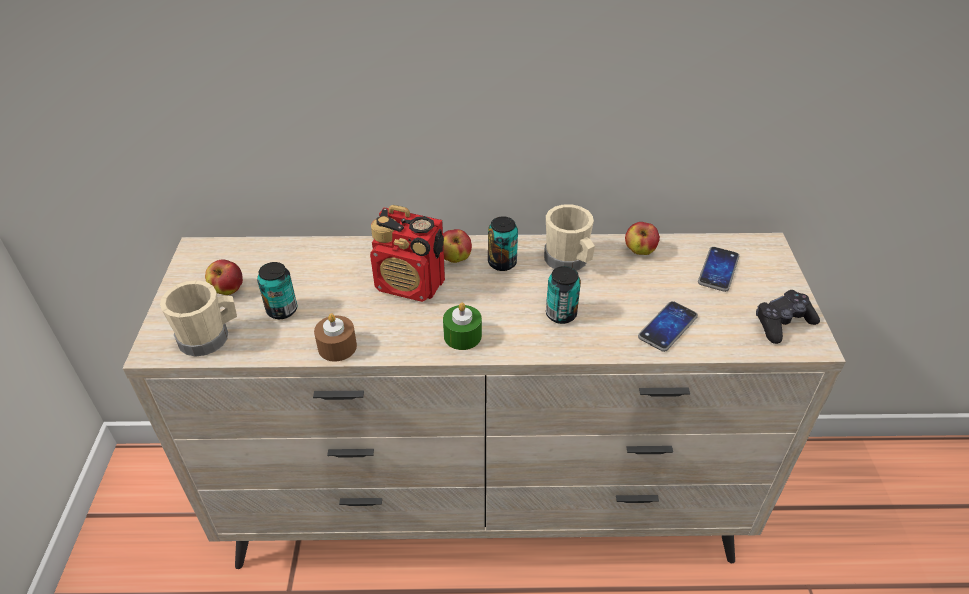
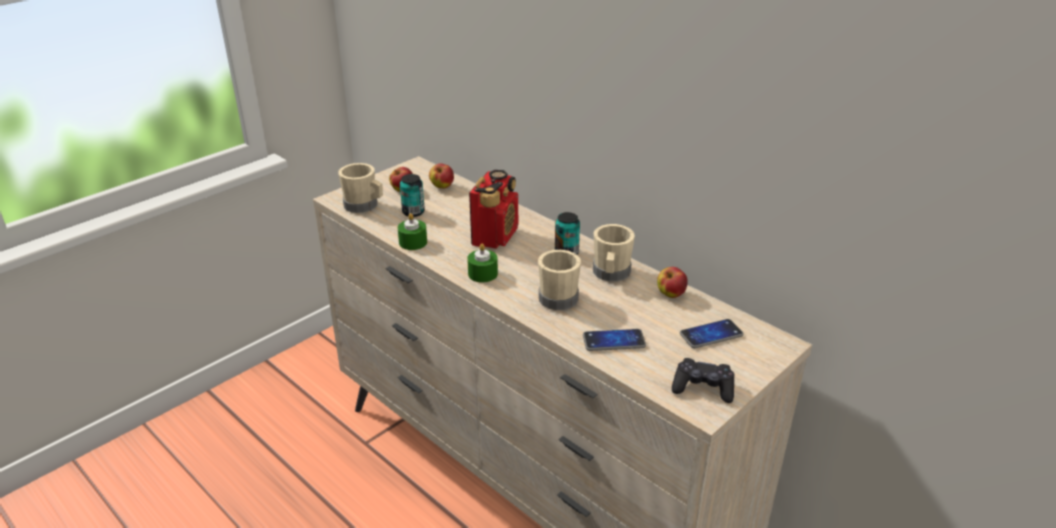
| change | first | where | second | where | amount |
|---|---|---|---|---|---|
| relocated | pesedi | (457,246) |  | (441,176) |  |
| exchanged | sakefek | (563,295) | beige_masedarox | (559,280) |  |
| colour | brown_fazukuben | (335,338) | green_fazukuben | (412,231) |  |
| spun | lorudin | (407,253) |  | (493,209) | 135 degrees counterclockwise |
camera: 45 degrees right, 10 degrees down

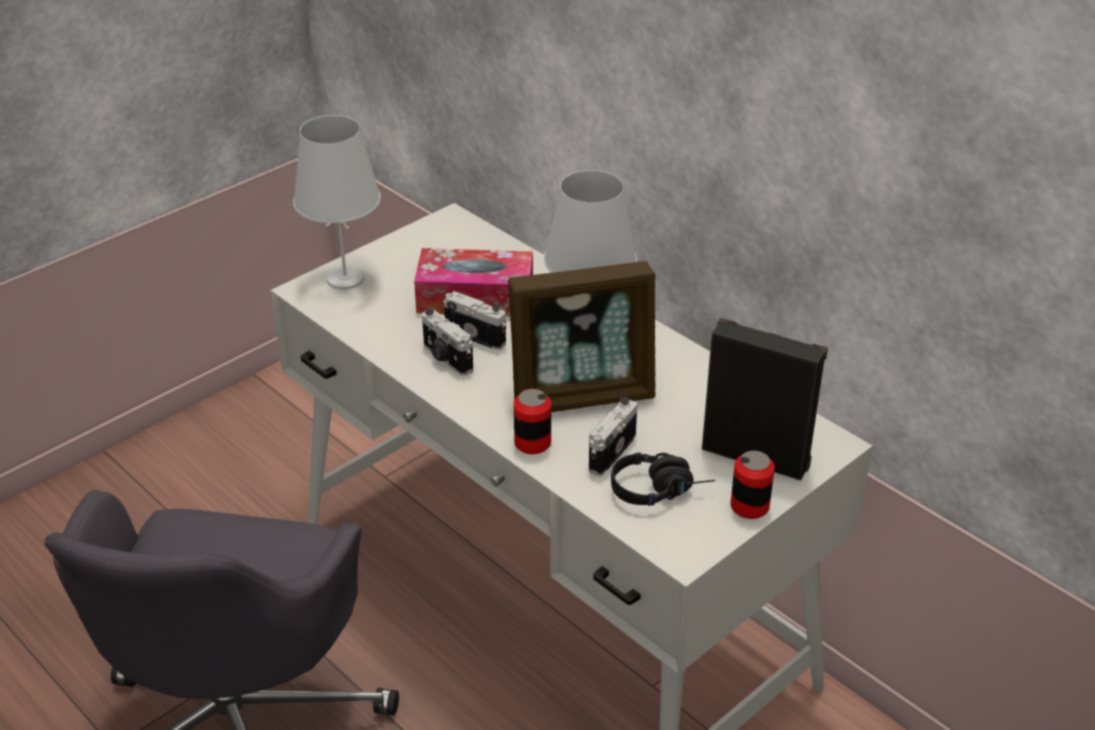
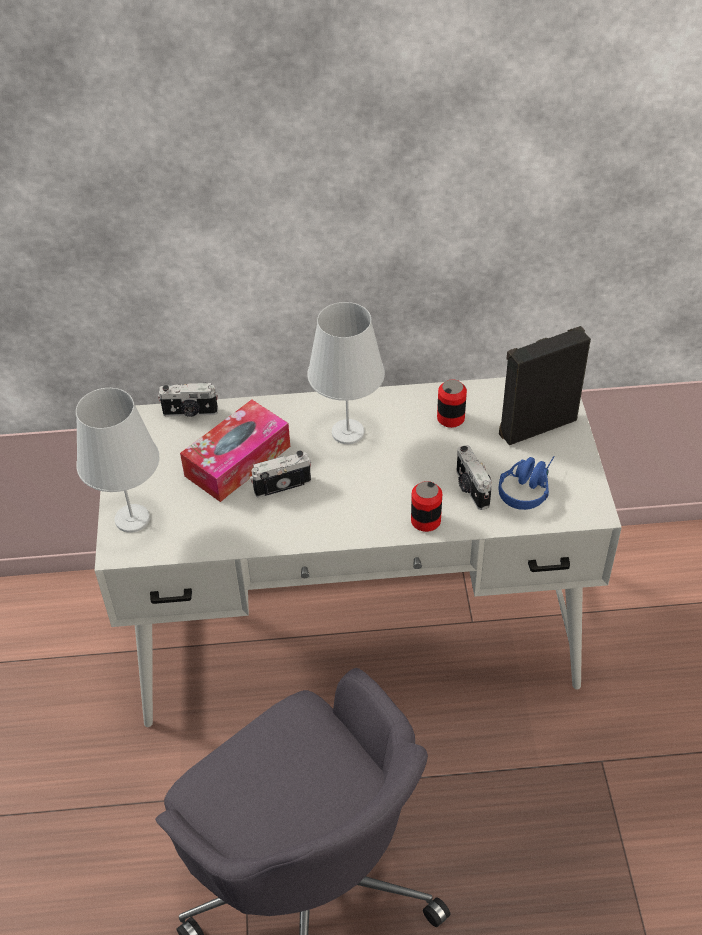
| change | first | where | second | where | amount |
|---|---|---|---|---|---|
| missing | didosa | (582,336) |  |  |  |
| relocated | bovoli | (447,342) |  | (188,400) |  |
| relocated | sakefek | (753,485) |  | (452,403) |  |
| colour | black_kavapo | (663,479) | blue_kavapo | (526,483) |  |
camera: 50 degrees left, 10 degrees up

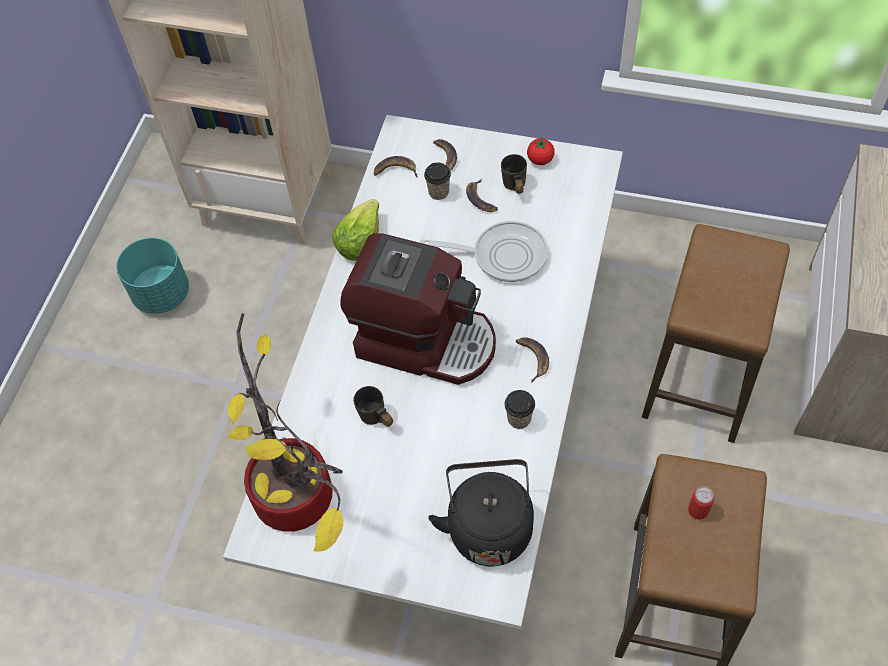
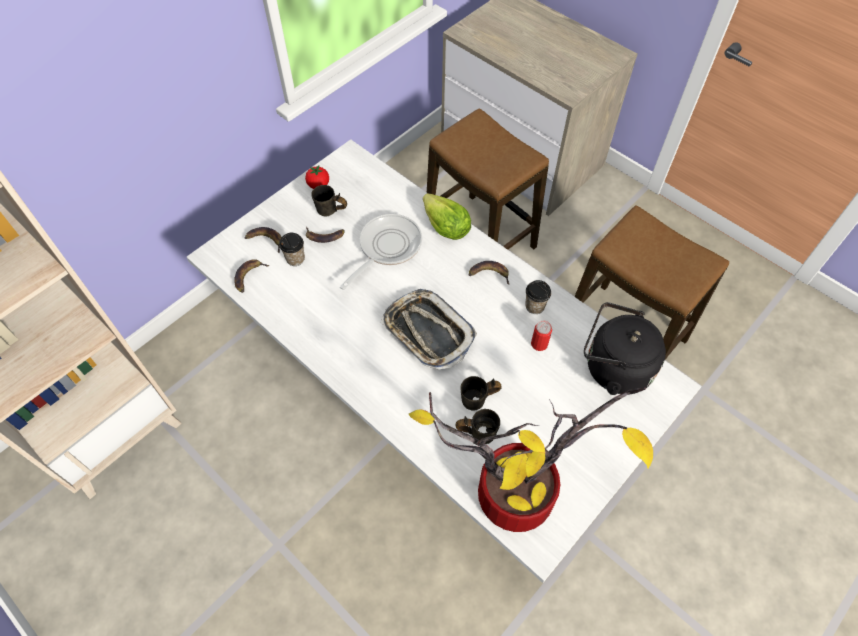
| change | first | where | second | where | amount |
|---|---|---|---|---|---|
| missing | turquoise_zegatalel | (152,276) |  |  |  |
| appeared |  |  | grey_masedarox | (477,426) |  |
| relocated | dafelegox | (355,230) |  | (447,216) |  |
| relocated | sakefek | (701,503) |  | (541,336) |  |
| exchanged | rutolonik | (418,309) | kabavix | (429,329) |  |
camera: 65 degrees left, 0 degrees up

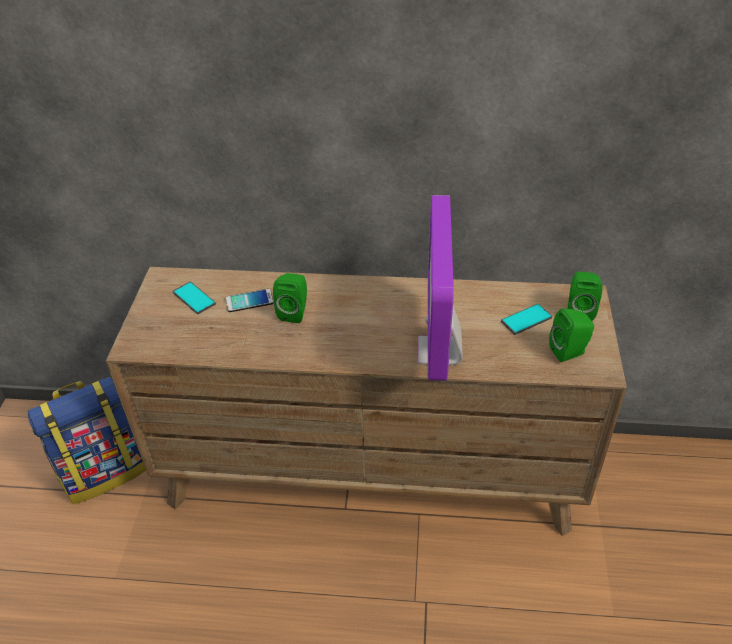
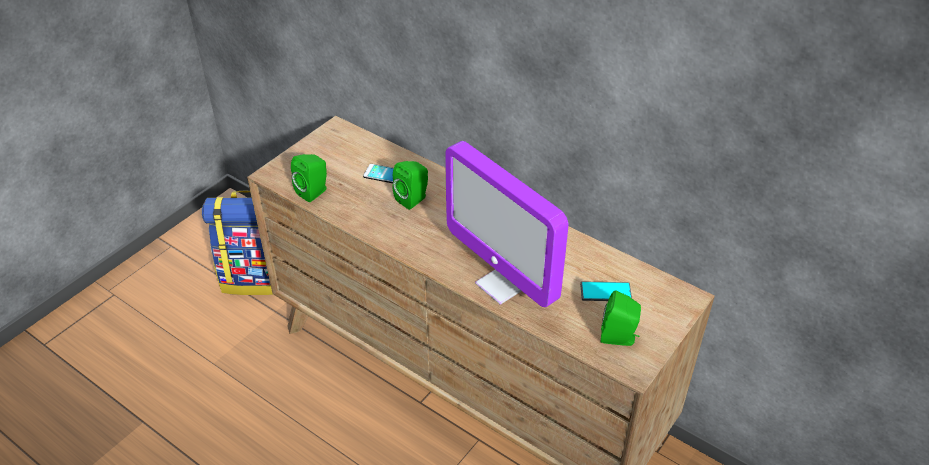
| change | first | where | second | where | amount |
|---|---|---|---|---|---|
| missing | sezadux | (194,298) |  |  |  |
| relocated | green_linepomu | (585,296) |  | (309,178) |  |
| spun | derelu | (440,288) |  | (506,224) | 75 degrees counterclockwise |
camera: 30 degrees right, 0 degrees up

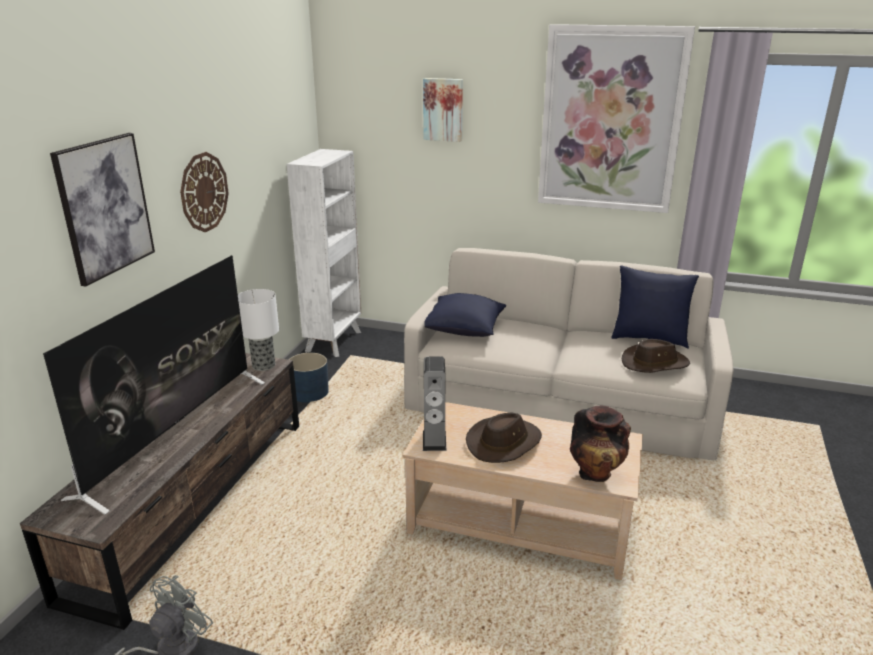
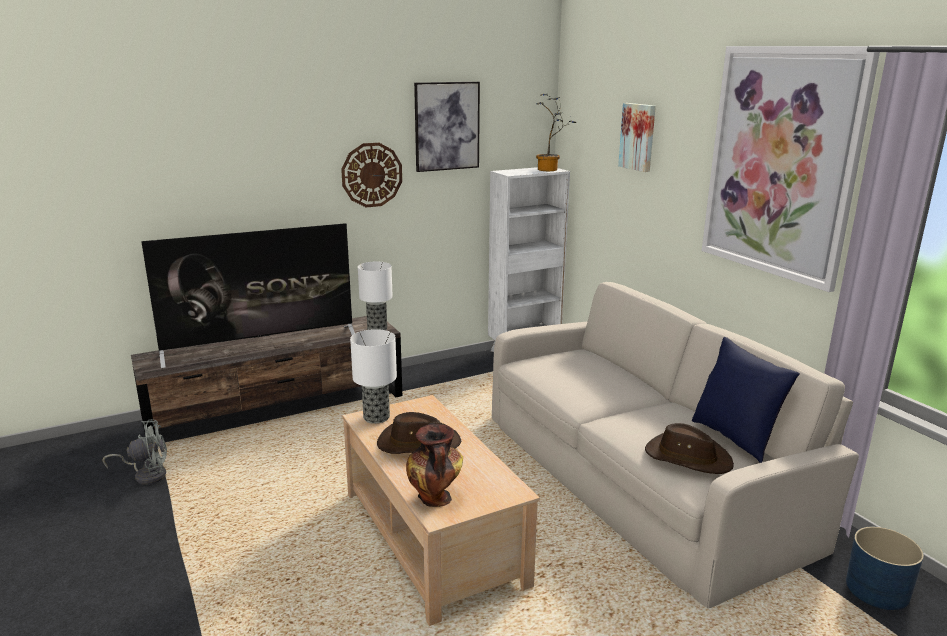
| change | first | where | second | where | amount |
|---|---|---|---|---|---|
| missing | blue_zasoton | (465,315) |  |  |  |
| appeared |  |  | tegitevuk | (556,132) |  |
| relocated | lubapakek | (102,209) |  | (447,127) |  |
| relocated | blue_zegatalel | (309,378) |  | (885,568) |  |
| exchanged | linepomu | (435,404) | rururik | (373,376) |  |
camera: 45 degrees right, 5 degrees down

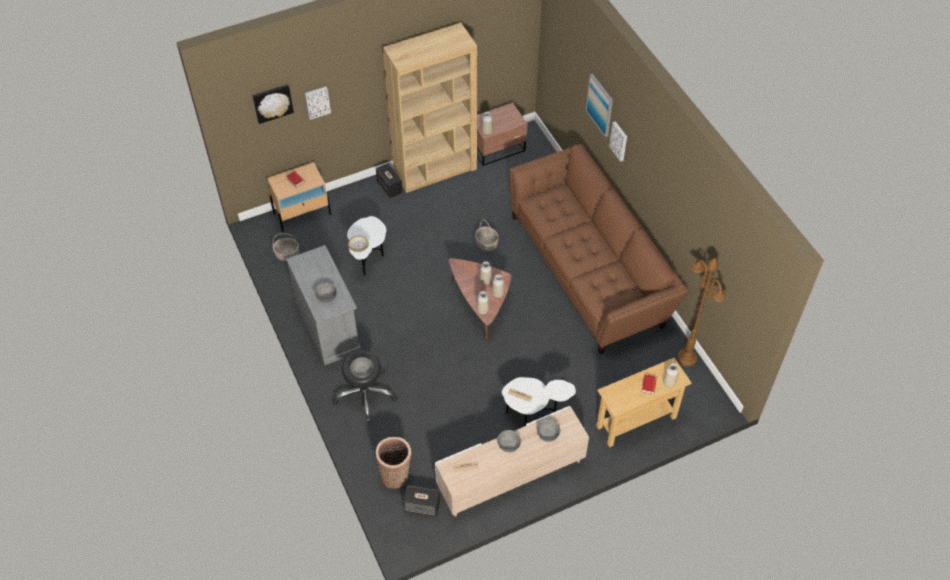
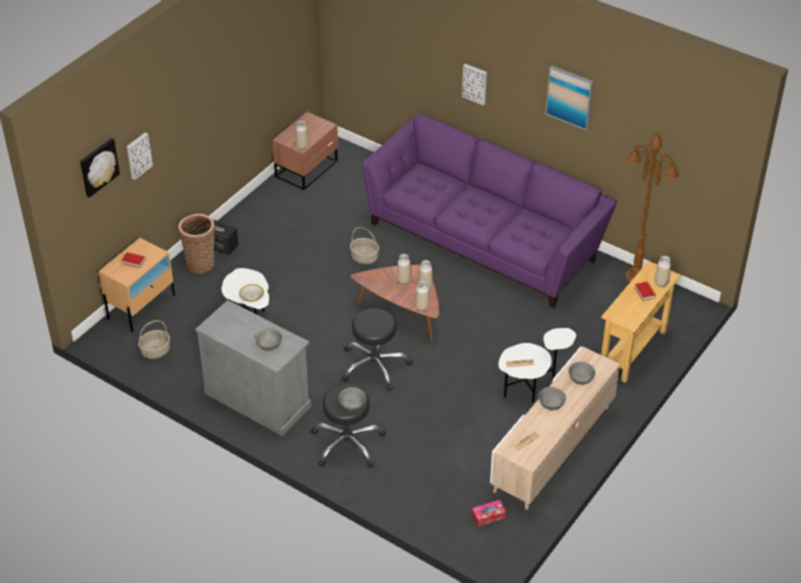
| change | first | where | second | where | amount |
|---|---|---|---|---|---|
| missing | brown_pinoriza | (430,108) |  |  |  |
| appeared |  |  | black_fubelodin | (377,350) |  |
| relocated | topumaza | (393,463) |  | (196,243) |  |
| relocated | lubapakek | (599,105) |  | (569,98) |  |
| exchanged | linepomu | (421,501) | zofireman | (489,513) |  |
| colour | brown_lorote | (598,249) | purple_lorote | (489,211) |  |
camera: 30 degrees left, 10 degrees down

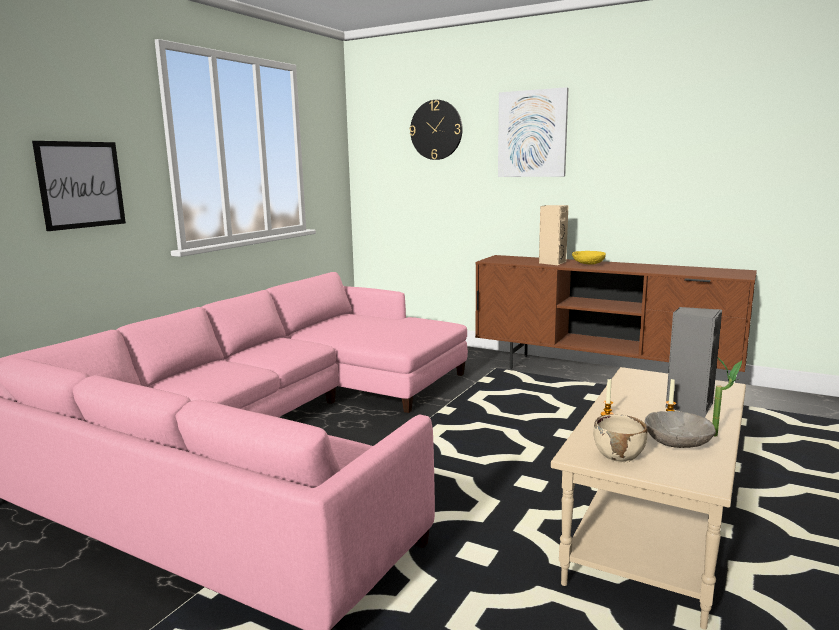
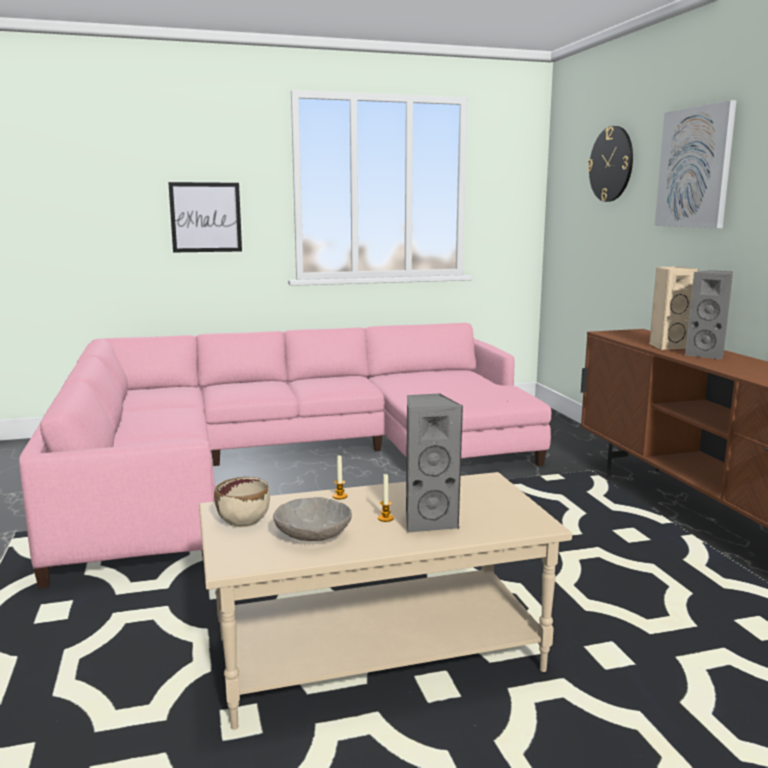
| change | first | where | second | where | amount |
|---|---|---|---|---|---|
| missing | tegitevuk | (727,397) |  |  |  |
| exchanged | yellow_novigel | (589,258) | grey_linepomu | (709,315) |  |
camera: 45 degrees right, 0 degrees up

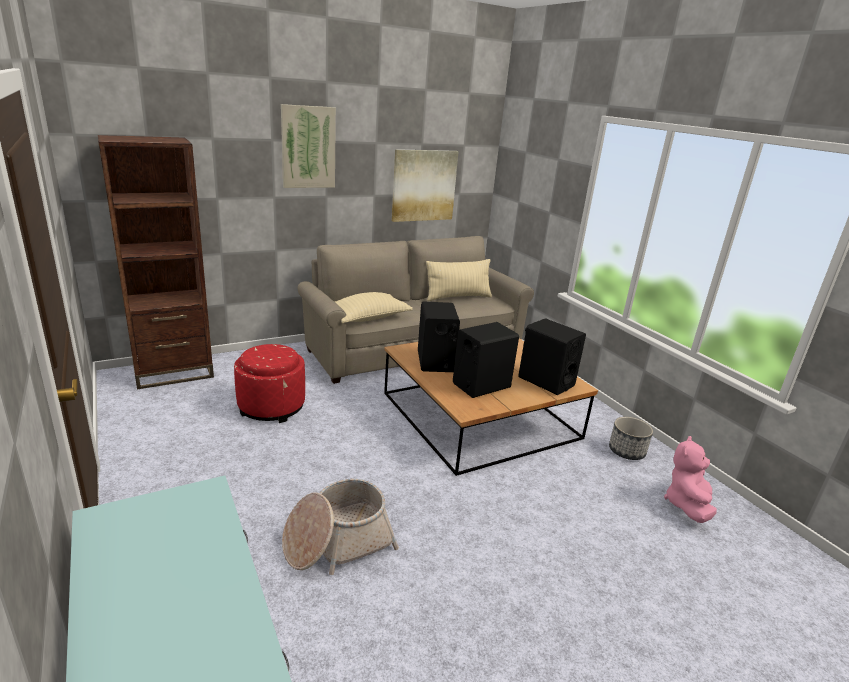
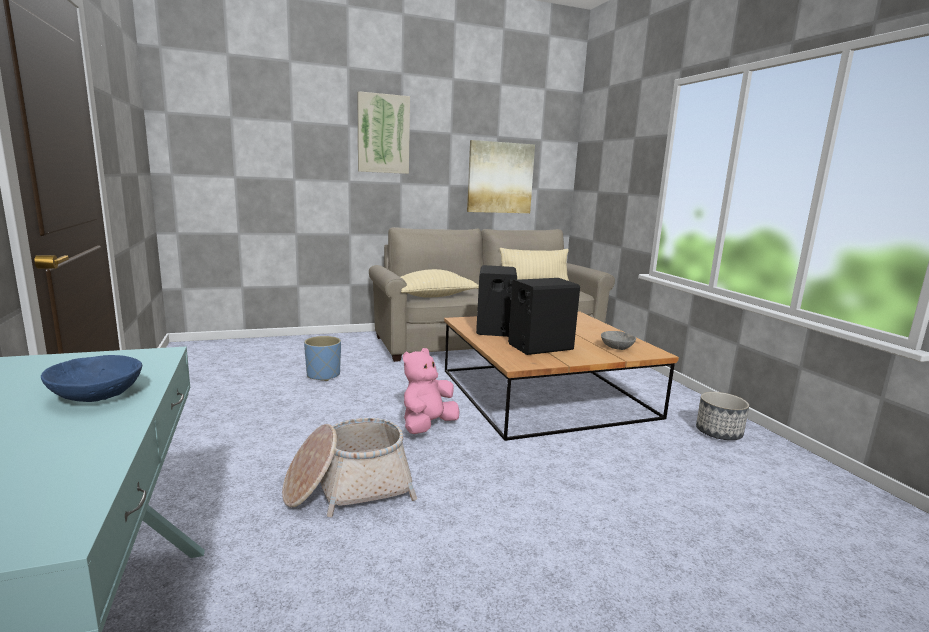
| change | first | where | second | where | amount |
|---|---|---|---|---|---|
| missing | brown_pinoriza | (156,262) |  |  |  |
| appeared |  |  | blue_novigel | (91,378) |  |
| relocated | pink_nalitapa | (690,479) |  | (431,391) |  |
| exchanged | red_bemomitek | (269,383) | blue_zegatalel | (322,358) |  |
| exchanged | black_linepomu | (552,356) | grey_novigel | (618,340) |  |
camera: 10 degrees right, 10 degrees down

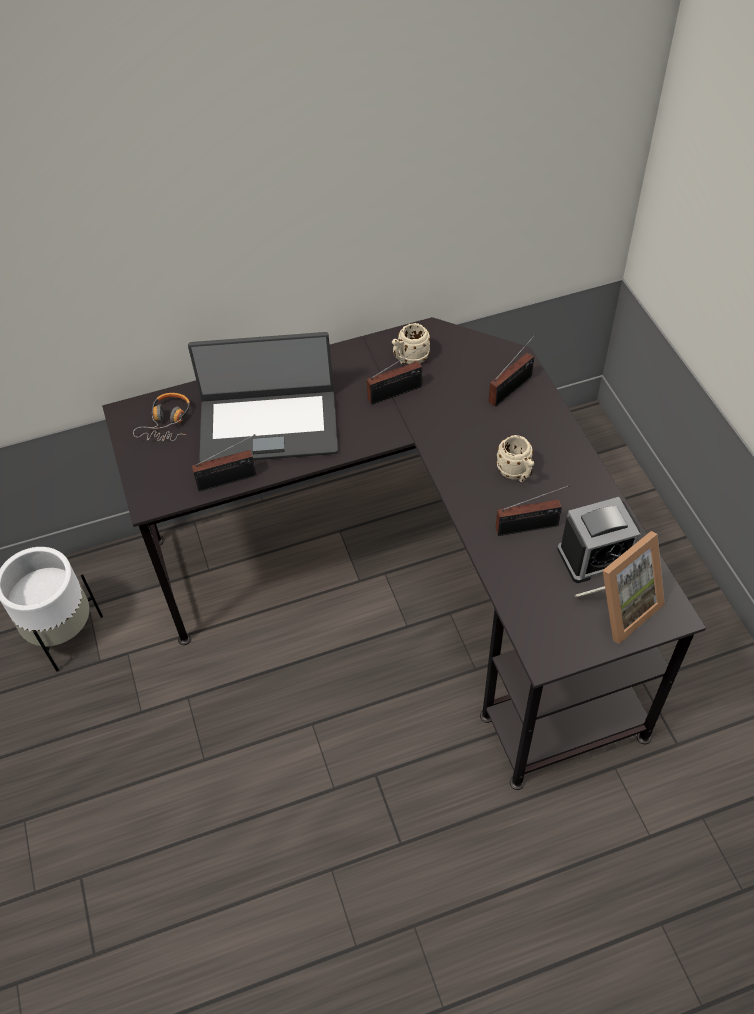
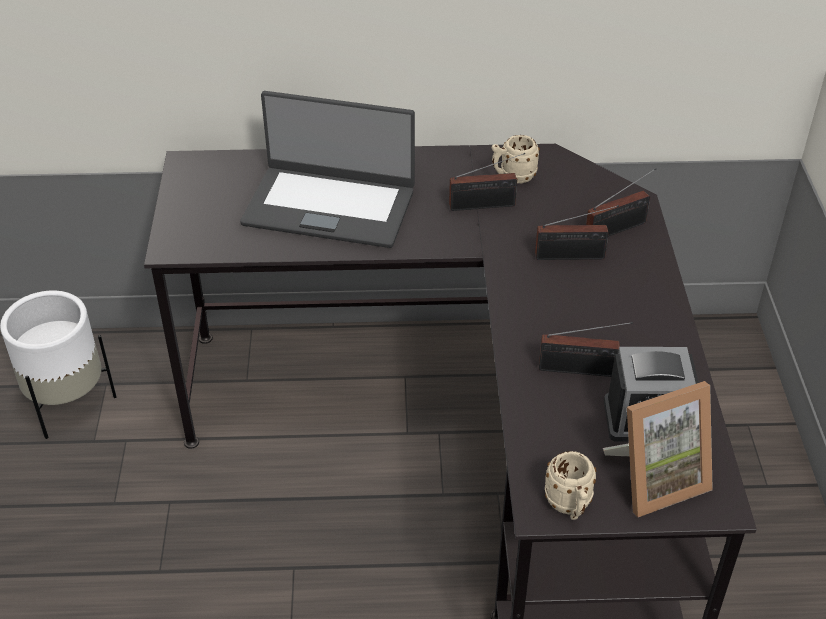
| change | first | where | second | where | amount |
|---|---|---|---|---|---|
| missing | kavapo | (161,417) |  |  |  |
| relocated | lorudin | (224,462) |  | (577,232) |  |
| relocated | beige_masedarox | (515,458) |  | (570,485) |  |
camera: 15 degrees right, 10 degrees down

